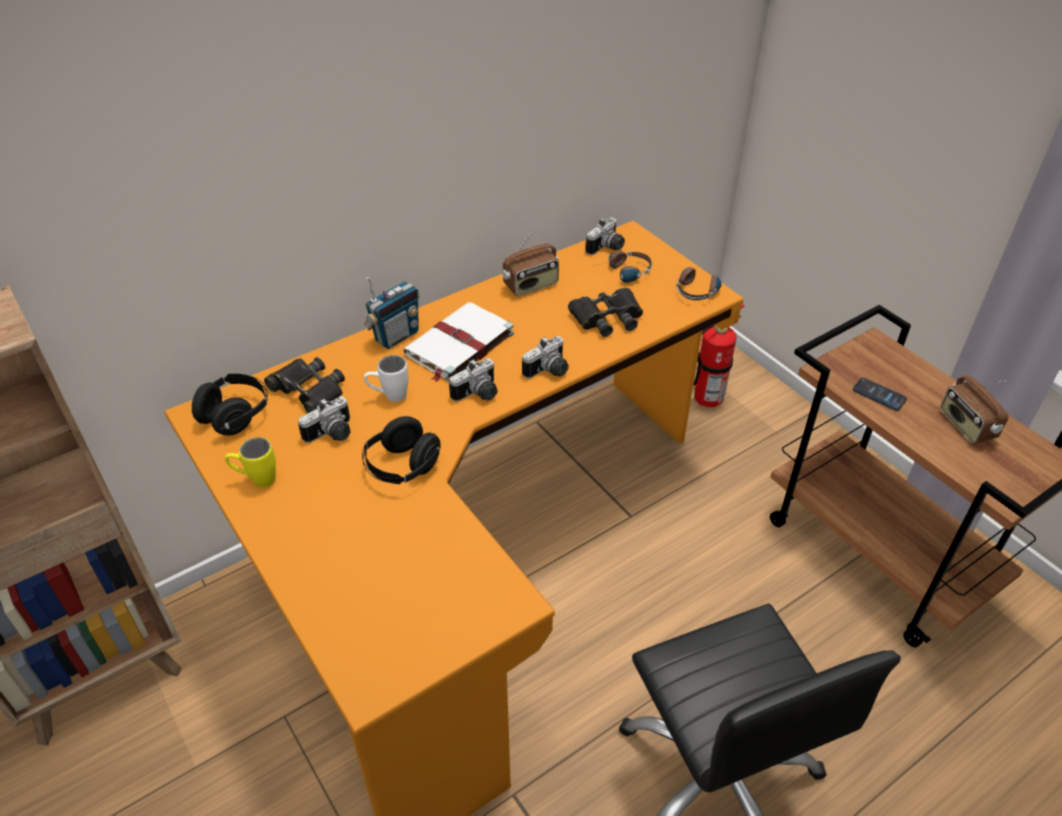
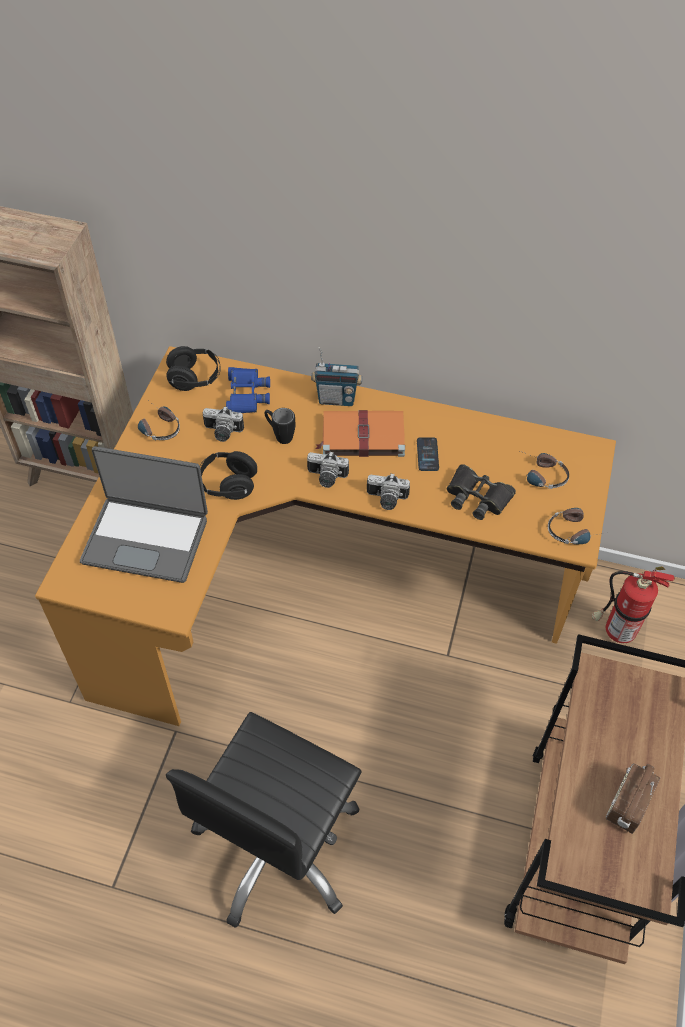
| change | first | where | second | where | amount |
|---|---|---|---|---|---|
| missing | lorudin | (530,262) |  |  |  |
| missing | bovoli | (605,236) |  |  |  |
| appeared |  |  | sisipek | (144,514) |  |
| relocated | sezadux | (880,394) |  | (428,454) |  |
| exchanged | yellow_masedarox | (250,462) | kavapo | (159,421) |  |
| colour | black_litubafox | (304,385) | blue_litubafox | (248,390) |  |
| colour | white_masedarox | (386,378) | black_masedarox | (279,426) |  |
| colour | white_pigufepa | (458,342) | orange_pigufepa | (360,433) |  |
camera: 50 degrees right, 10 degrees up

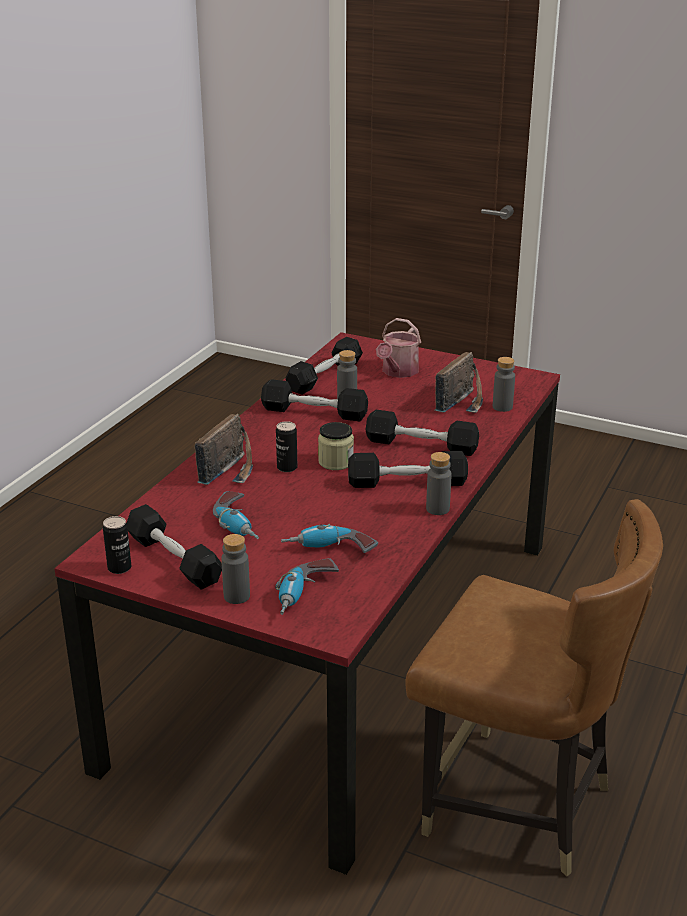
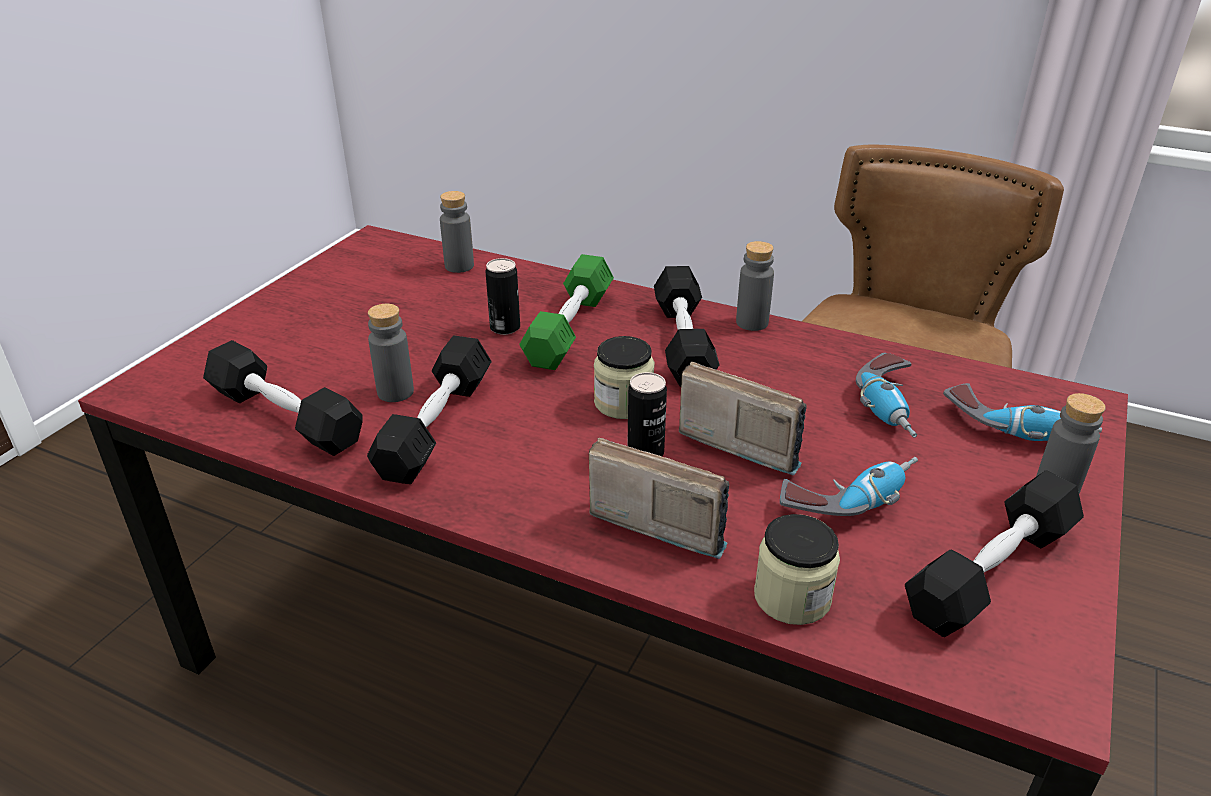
| change | first | where | second | where | amount |
|---|---|---|---|---|---|
| missing | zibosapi | (398,348) |  |  |  |
| appeared |  |  | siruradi | (797,569) |  |
| relocated | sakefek | (117,545) |  | (502,296) |  |
| relocated | lorudin | (459,382) |  | (743,418) |  |
| colour | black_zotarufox | (422,433) | green_zotarufox | (566,312) |  |
camera: 90 degrees left, 5 degrees up

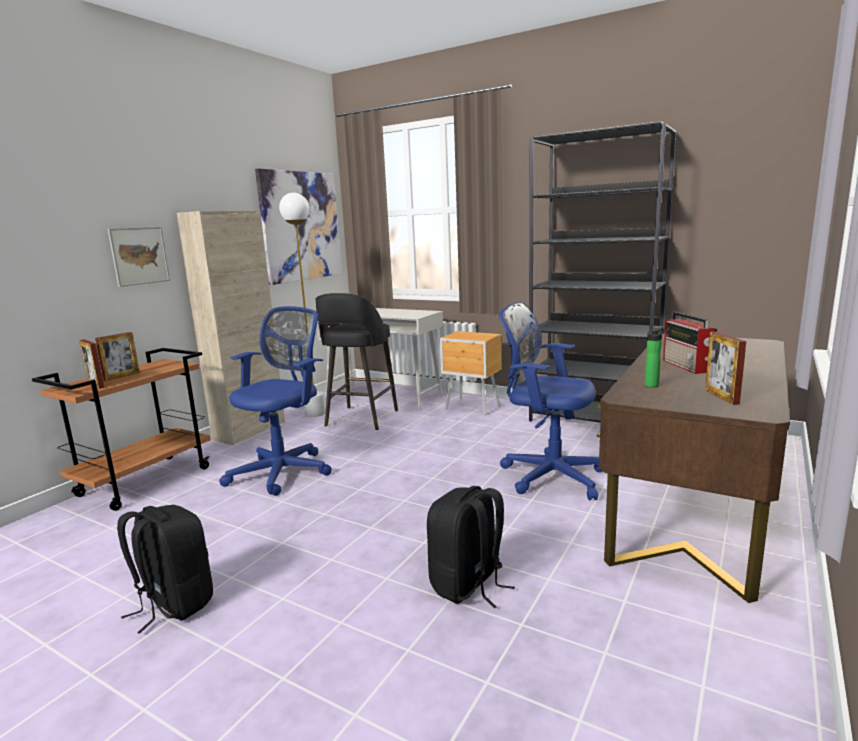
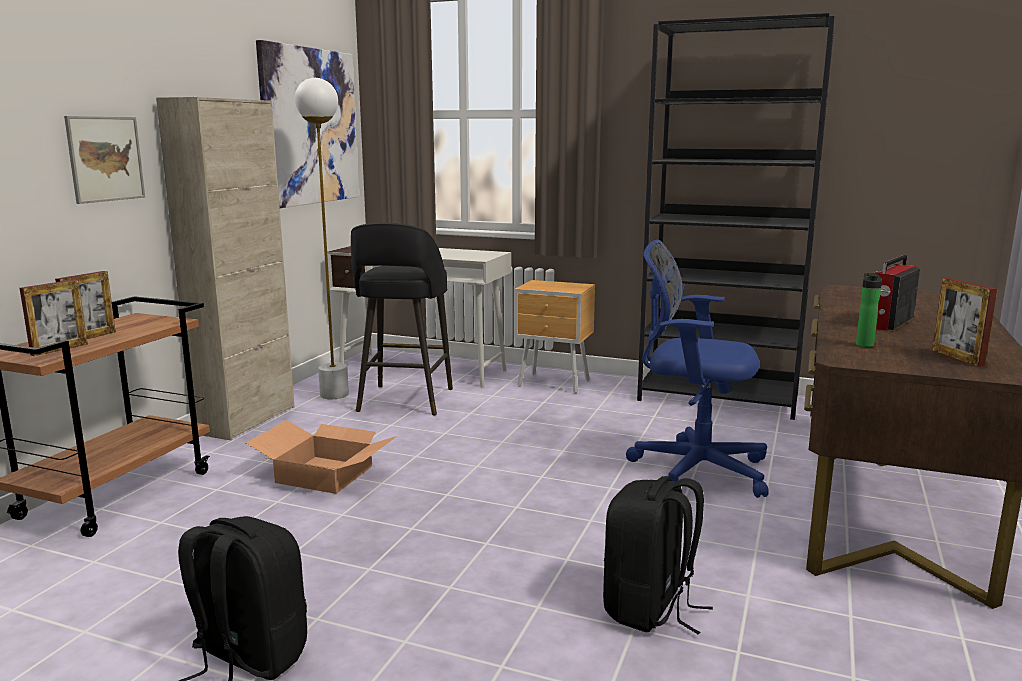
| change | first | where | second | where | amount |
|---|---|---|---|---|---|
| exchanged | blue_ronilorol | (275,401) | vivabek | (321,457) |  |
| spun | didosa | (92,364) |  | (54,317) | 90 degrees counterclockwise |
| spun | lorudin | (690,342) |  | (897,293) | 60 degrees clockwise |
camera: 10 degrees left, 0 degrees up

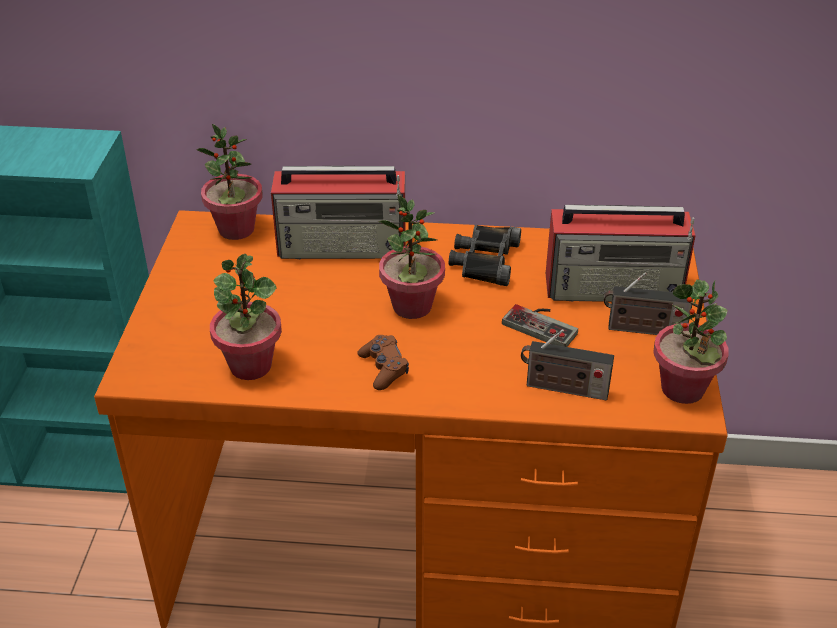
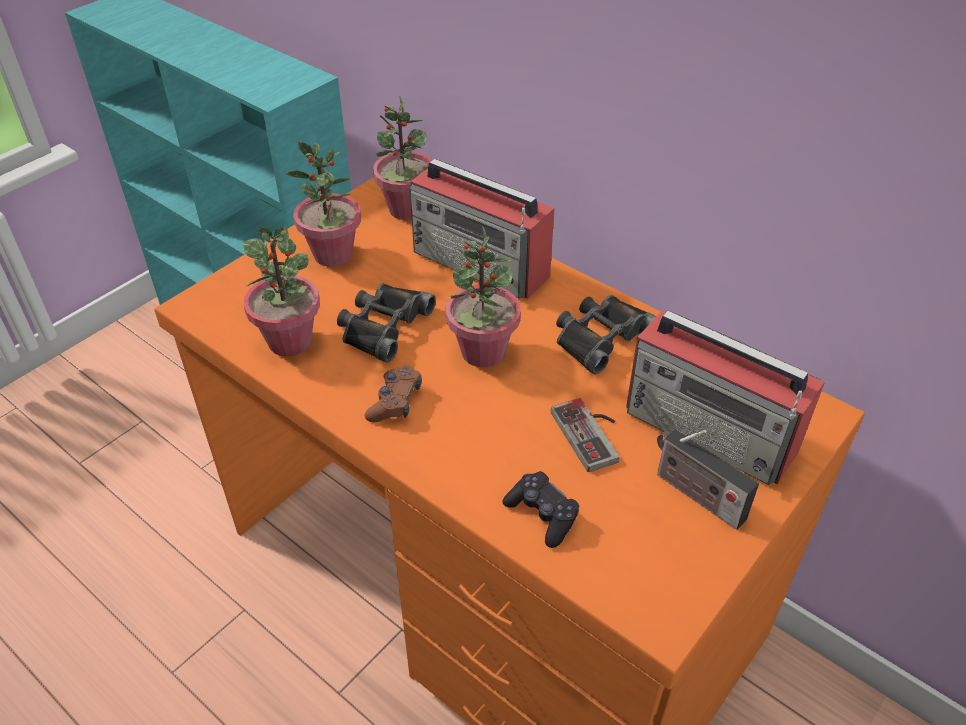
| change | first | where | second | where | amount |
|---|---|---|---|---|---|
| appeared |  |  | black_litubafox | (386,323) |  |
| relocated | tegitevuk | (691,341) |  | (323,204) |  |
| exchanged | lorudin | (567,364) | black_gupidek | (540,509) |  |
camera: 35 degrees right, 5 degrees up

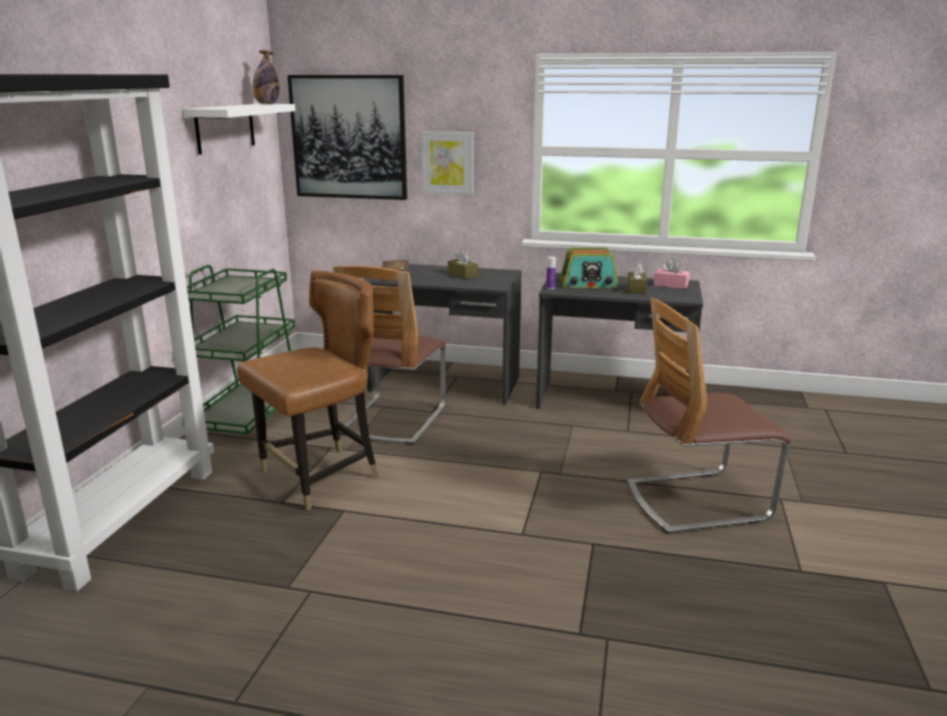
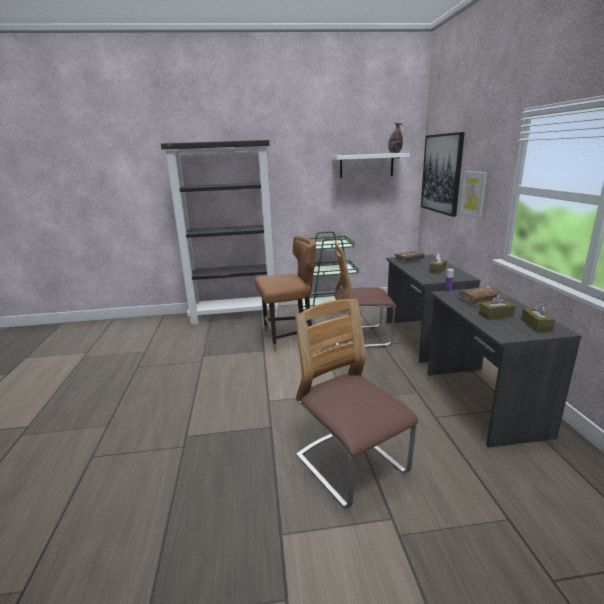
| change | first | where | second | where | amount |
|---|---|---|---|---|---|
| exchanged | lorudin | (589,267) | brown_pigufepa | (481,296) |  |
| colour | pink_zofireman | (671,274) | brown_zofireman | (538,316) |  |
| spun | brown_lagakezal | (308,390) |  | (285,293) | 45 degrees counterclockwise |
camera: 70 degrees right, 0 degrees up

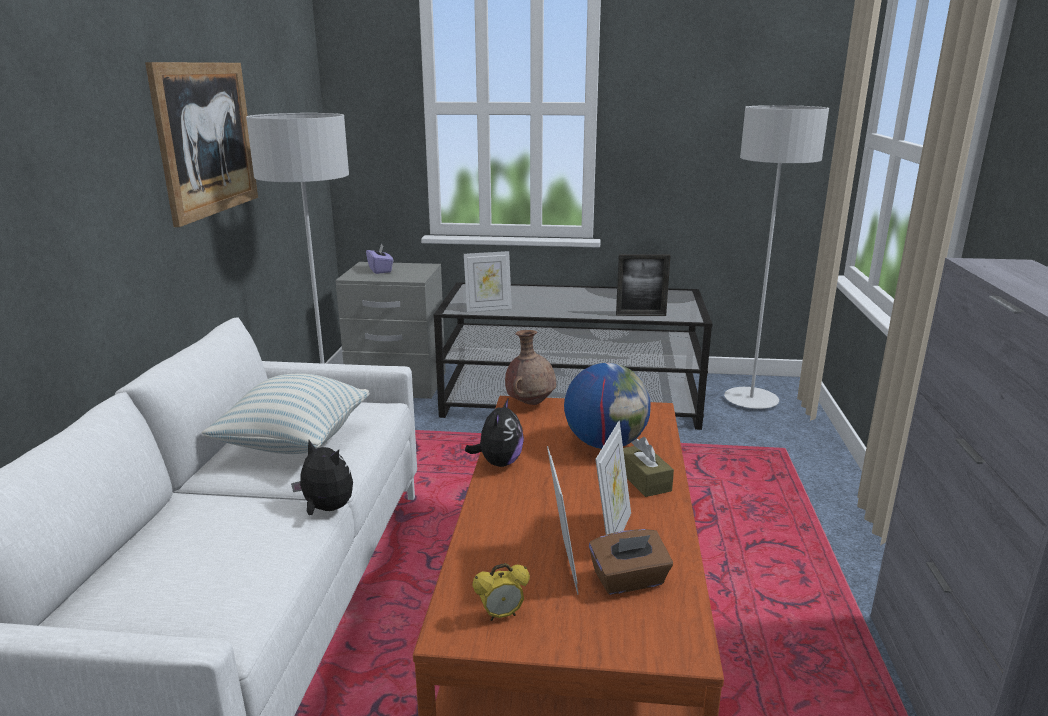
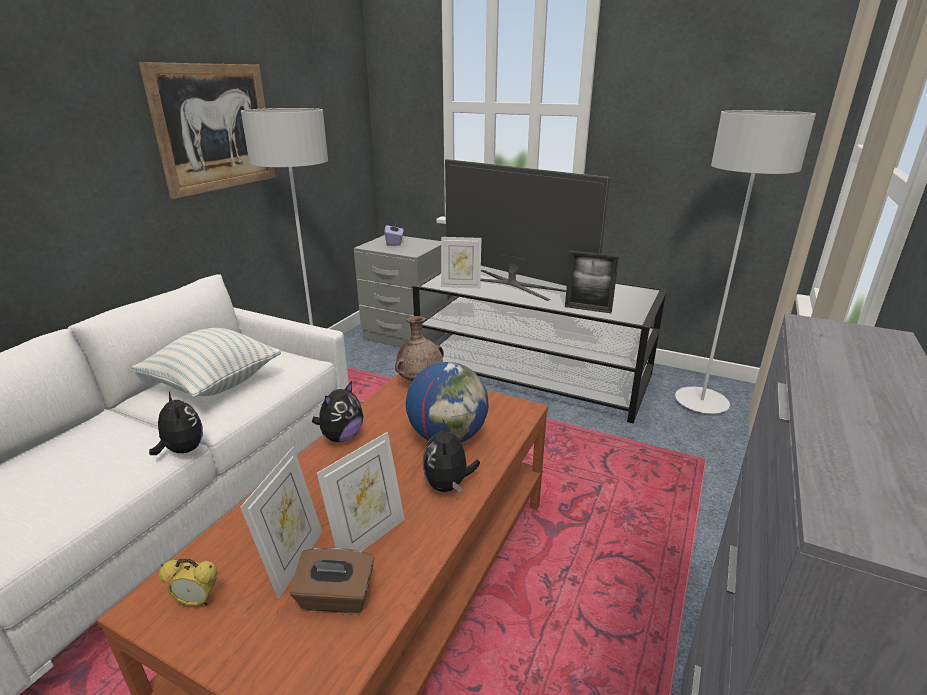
| change | first | where | second | where | amount |
|---|---|---|---|---|---|
| appeared |  |  | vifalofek | (527,230) |  |
| exchanged | brown_zofireman | (648,467) | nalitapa | (451,456) |  |
camera: 20 degrees right, 5 degrees up

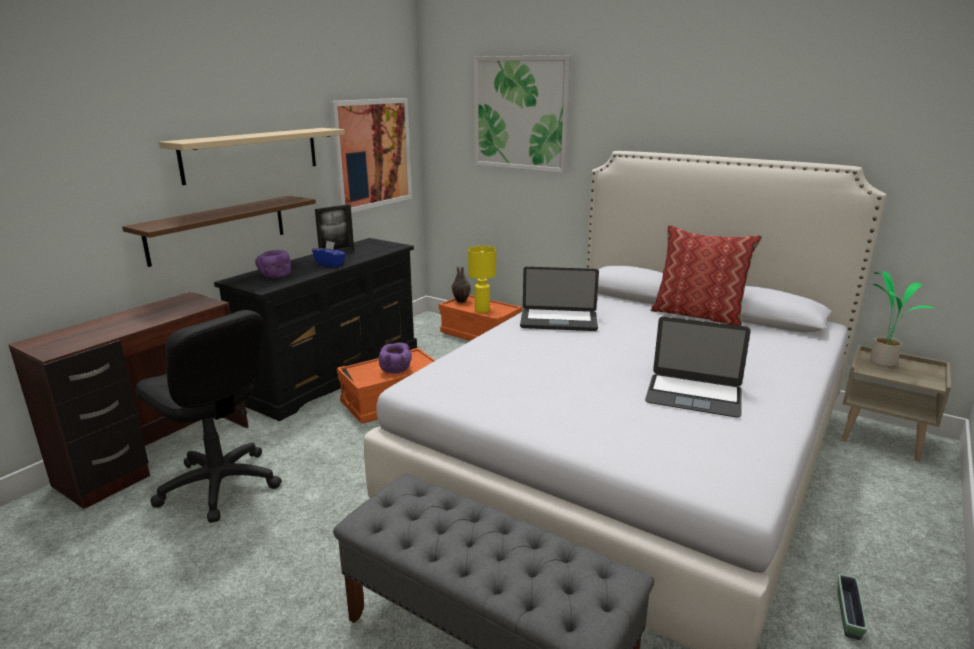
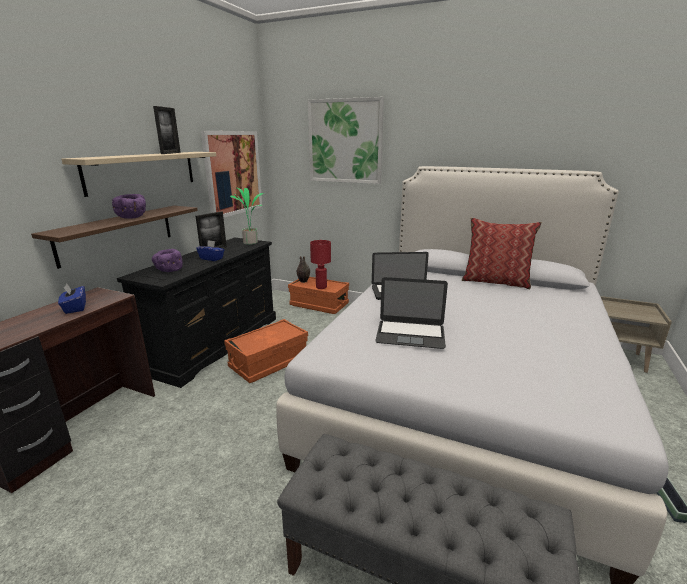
| change | first | where | second | where | amount |
|---|---|---|---|---|---|
| missing | black_ronilorol | (208,416) |  |  |  |
| appeared |  |  | blue_zofireman | (72,298) |  |
| appeared |  |  | didosa | (167,130) |  |
| relocated | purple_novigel | (395,358) |  | (129,206) |  |
| relocated | sisipek | (698,367) |  | (411,313) |  |
| relocated | tegitevuk | (902,319) |  | (247,216) |  |
| colour | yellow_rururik | (482,279) | red_rururik | (320,264) |  |
camera: 10 degrees left, 0 degrees up

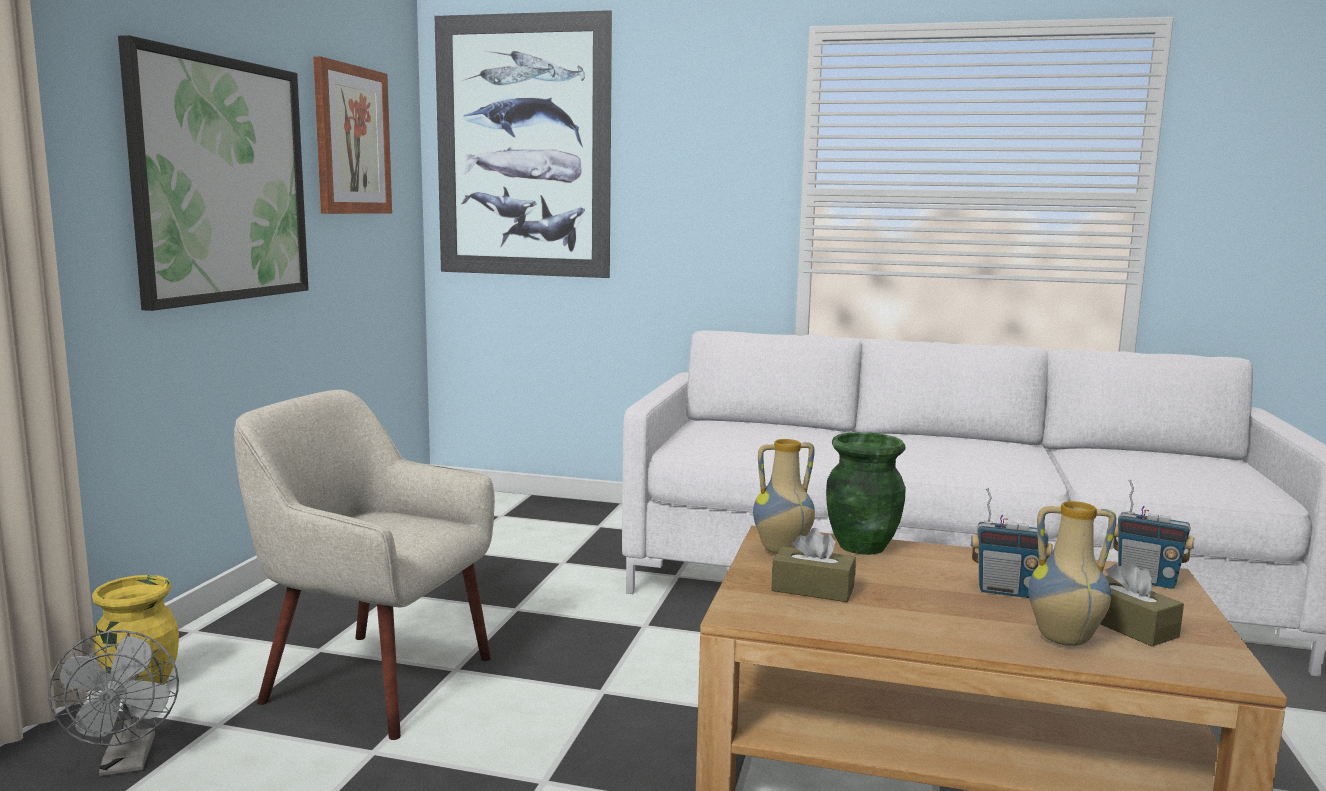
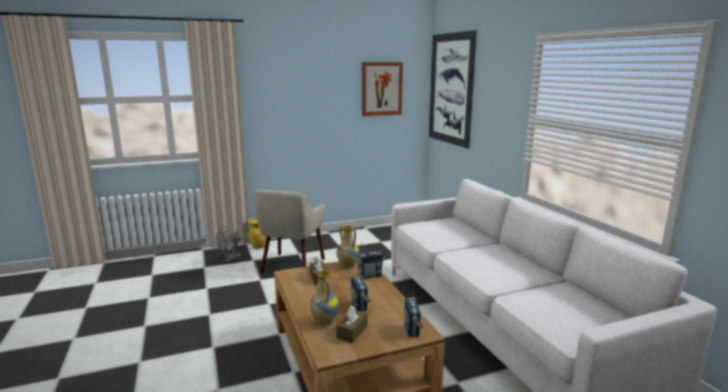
| change | first | where | second | where | amount |
|---|---|---|---|---|---|
| missing | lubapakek | (213,173) |  |  |  |
| exchanged | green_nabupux | (866,493) | lorudin | (370,260) |  |
| spun | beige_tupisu | (364,565) |  | (290,232) | 150 degrees counterclockwise |
camera: 55 degrees right, 5 degrees up

